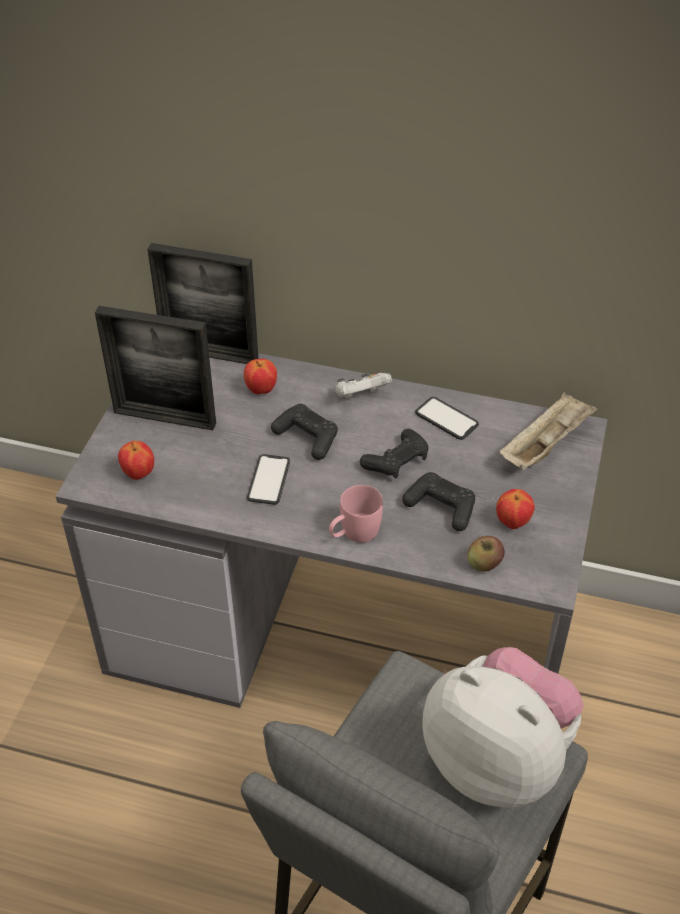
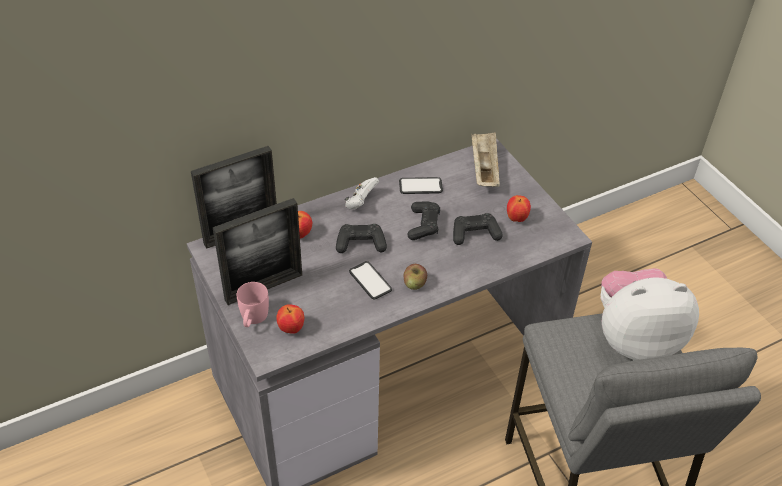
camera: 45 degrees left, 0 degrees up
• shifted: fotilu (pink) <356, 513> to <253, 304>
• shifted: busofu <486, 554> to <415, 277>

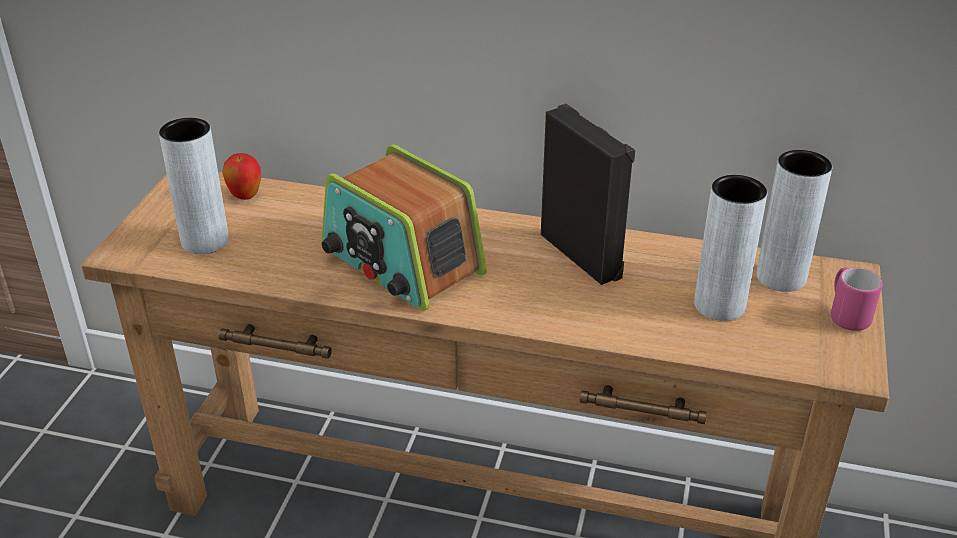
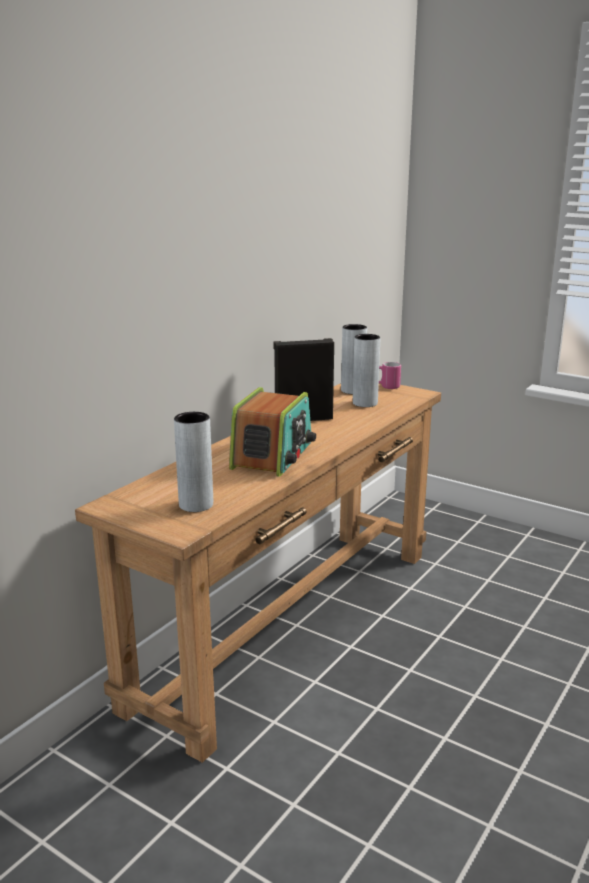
camera: 70 degrees left, 15 degrees down
• rotated: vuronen <404, 227> = <272, 432> 45 degrees counterclockwise
• gone: busofu <241, 176>

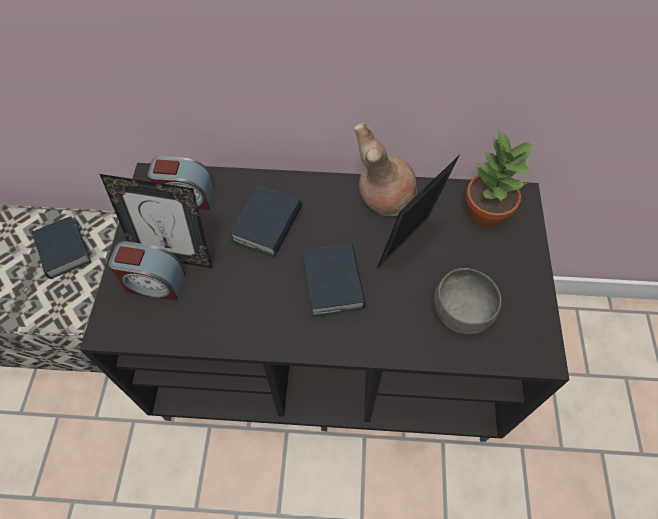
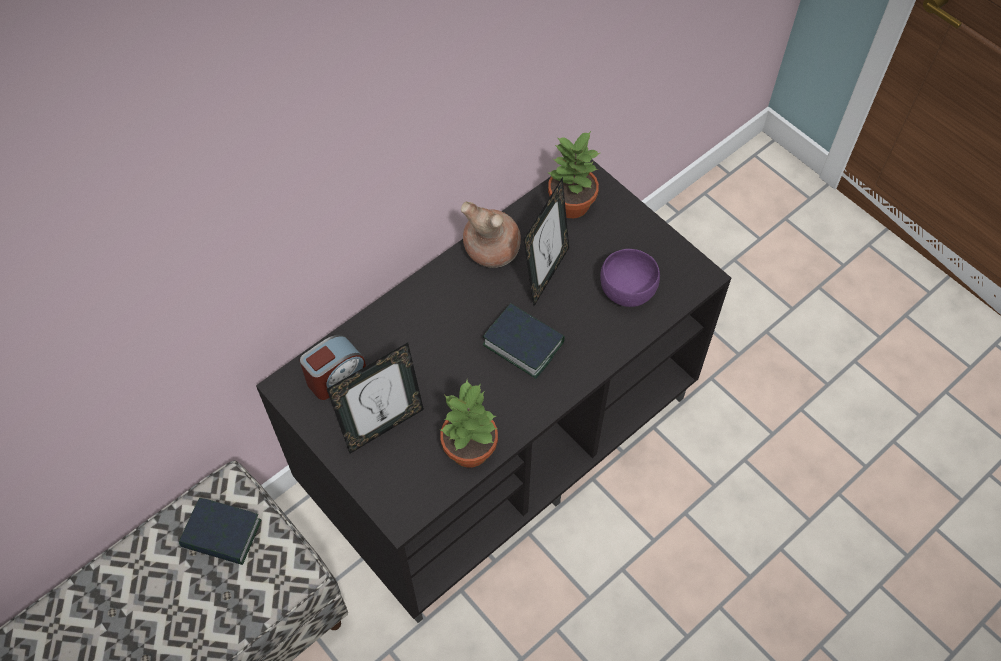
camera: 45 degrees left, 0 degrees up
• new: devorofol <469, 424>
• rotated: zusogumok <418, 211> = <546, 241> 150 degrees counterclockwise
• repainted: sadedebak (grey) <468, 301> to sadedebak (purple) <630, 278>
• gone: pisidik <147, 270>
• gone: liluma <266, 221>

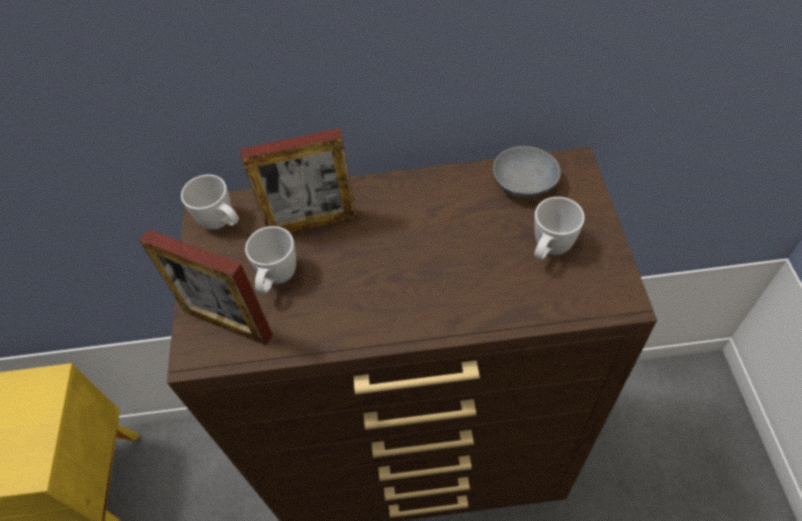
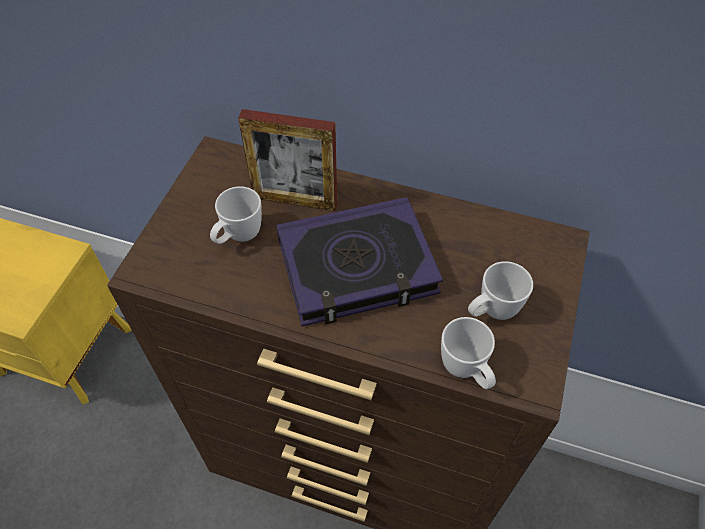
camera: 20 degrees right, 0 degrees up
• new: liluma <359, 261>
• shifted: fotilu (white) <210, 202> to <468, 353>
• gone: zusogumok <206, 287>
• gone: sadedebak (grey) <527, 172>

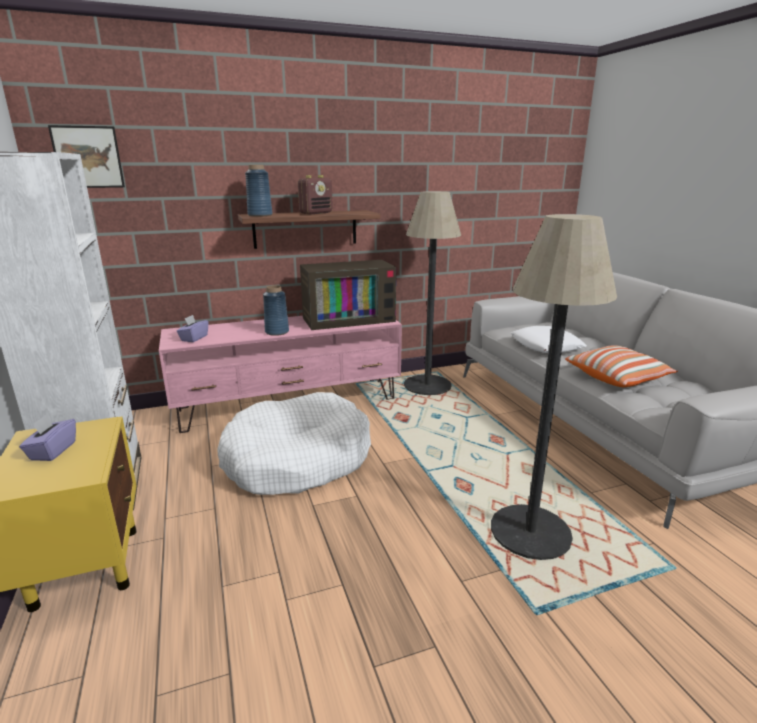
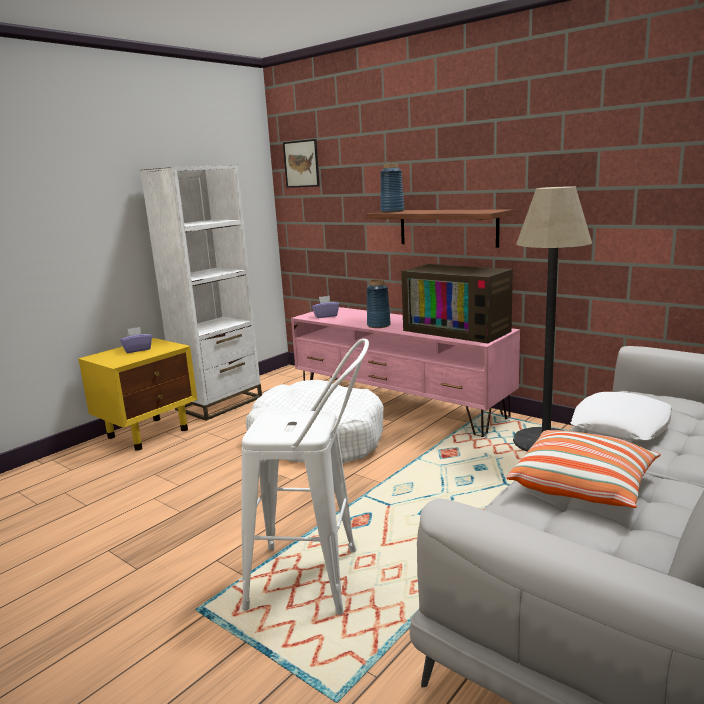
camera: 60 degrees right, 5 degrees down
• swapped: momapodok <554, 387> to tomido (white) <305, 477>
• gone: vuronen <315, 194>

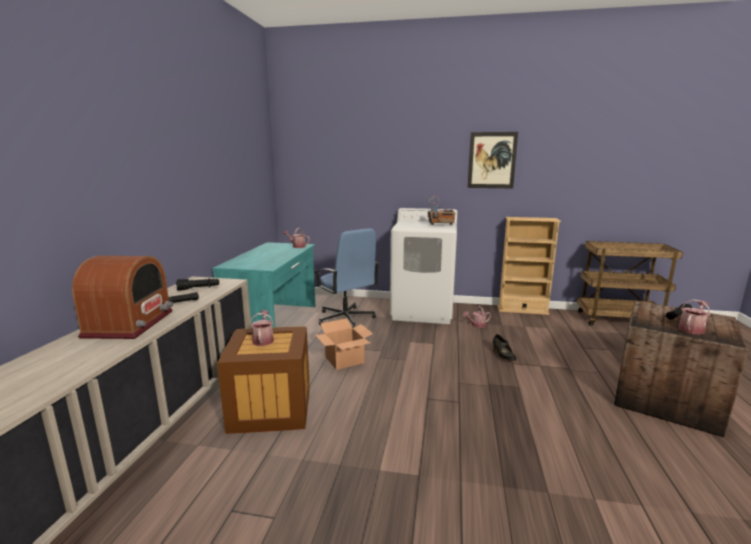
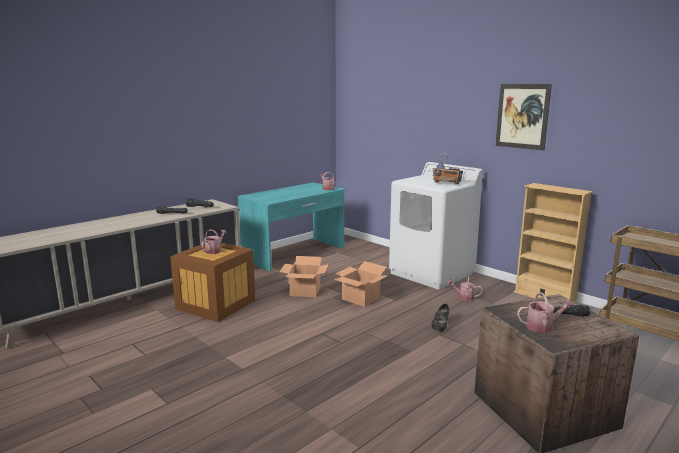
camera: 35 degrees right, 0 degrees up
• new: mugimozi <360, 284>
• gone: vuronen <122, 297>
• gone: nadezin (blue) <346, 278>

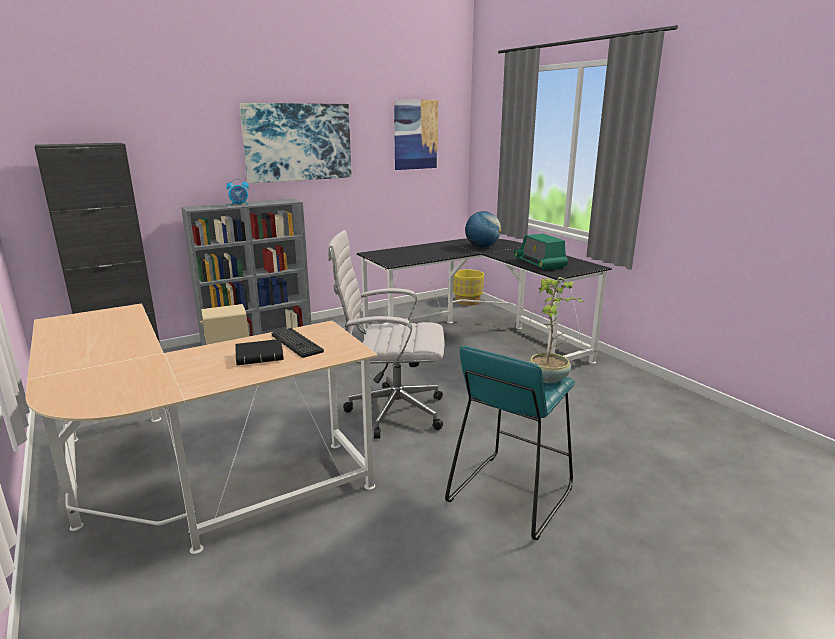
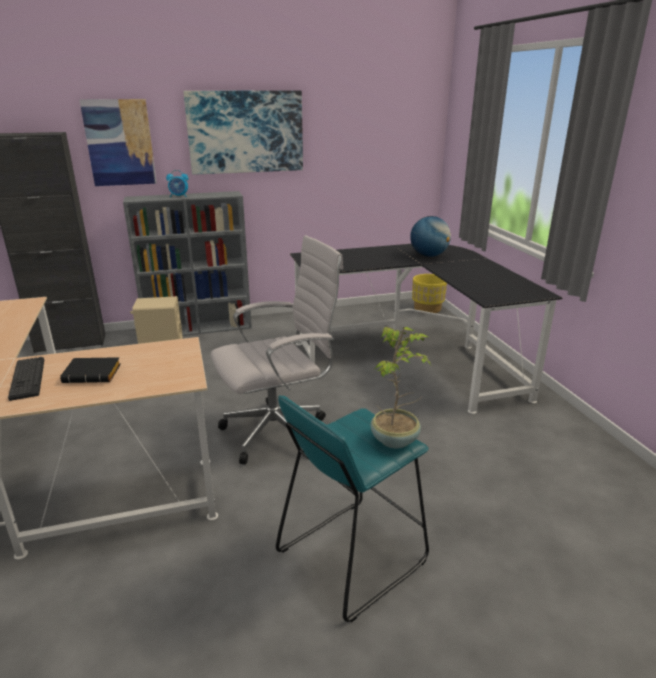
camera: 15 degrees right, 5 degrees up
• shifted: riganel <298, 343> to <26, 379>
• shifted: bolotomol <416, 134> to <118, 142>
• rotated: nadezin (white) <386, 334> = <277, 349> 135 degrees clockwise
• gone: vuronen <541, 252>

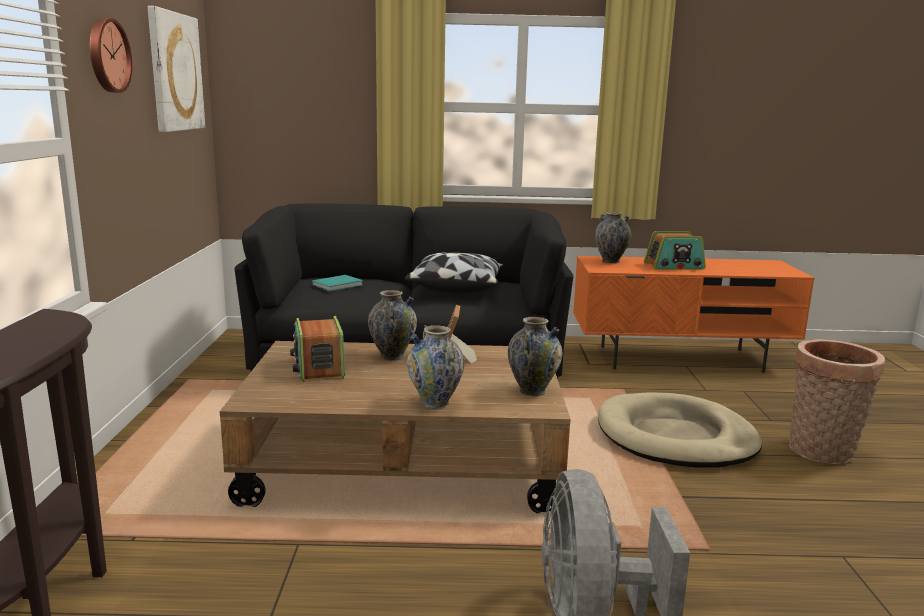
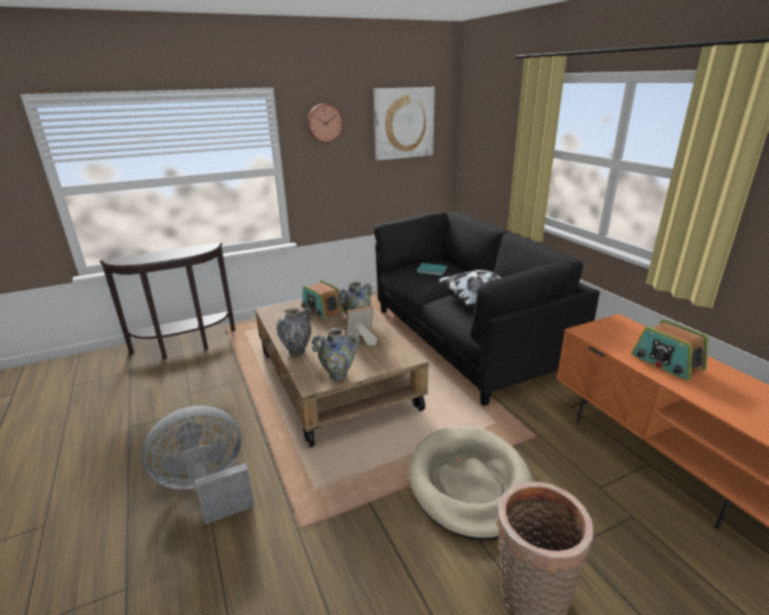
camera: 65 degrees right, 10 degrees up
• rotated: vuronen <317, 349> = <322, 300> 90 degrees counterclockwise
• gone: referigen <613, 237>

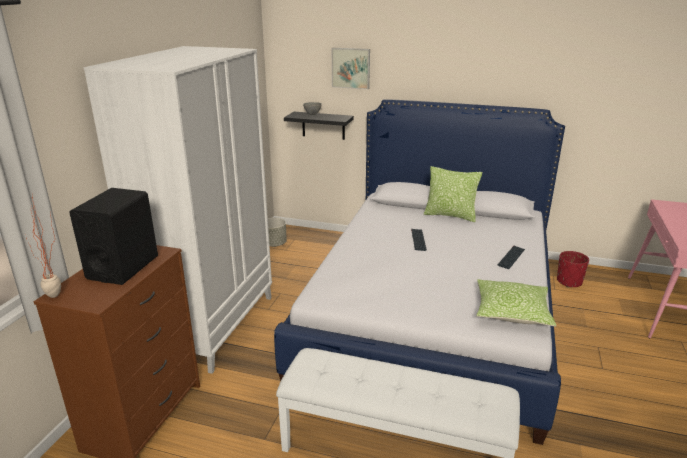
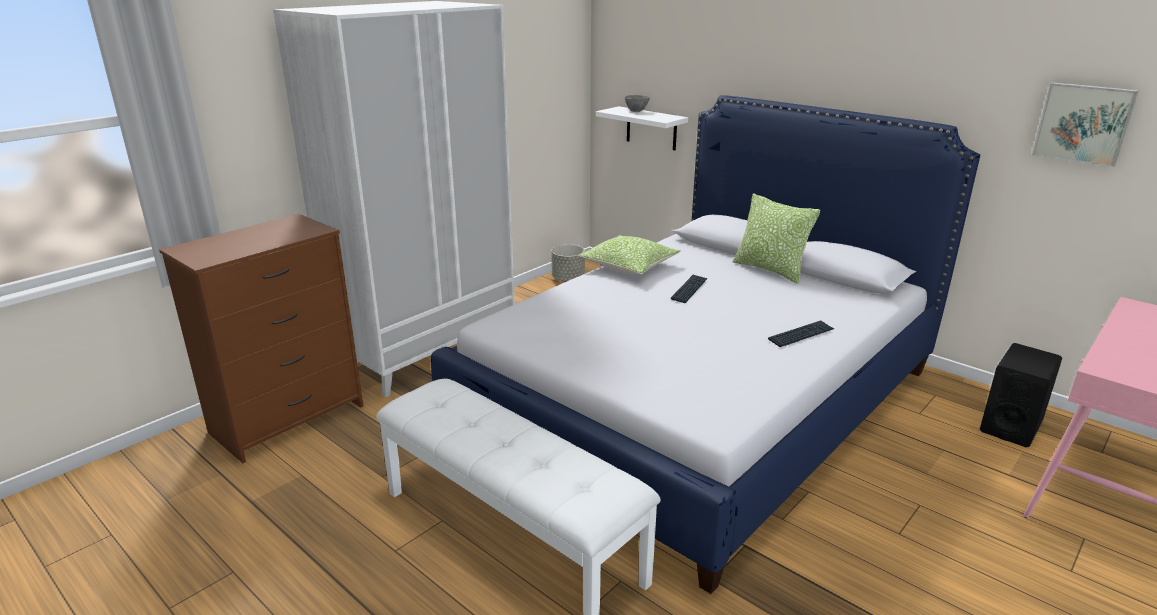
camera: 25 degrees right, 0 degrees up
• shifted: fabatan <516, 303> to <629, 254>
• repainted: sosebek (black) <319, 126> to sosebek (white) <642, 128>
• shifted: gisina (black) <113, 236> to <1021, 395>
• shifted: bolotomol <351, 68> to <1085, 124>
• gone: devorofol <43, 246>
• gone: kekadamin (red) <573, 269>

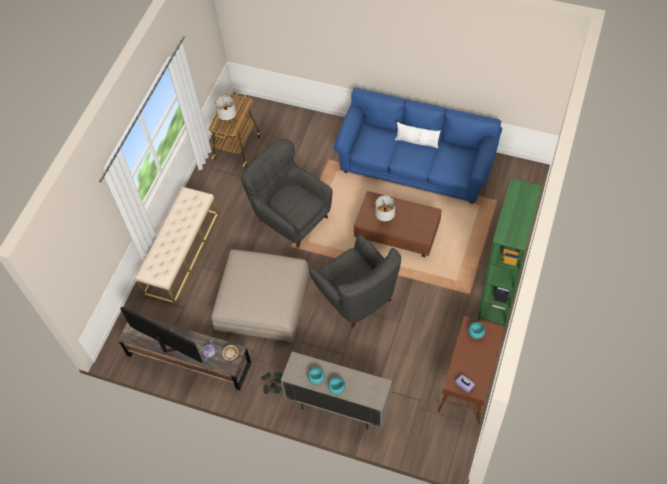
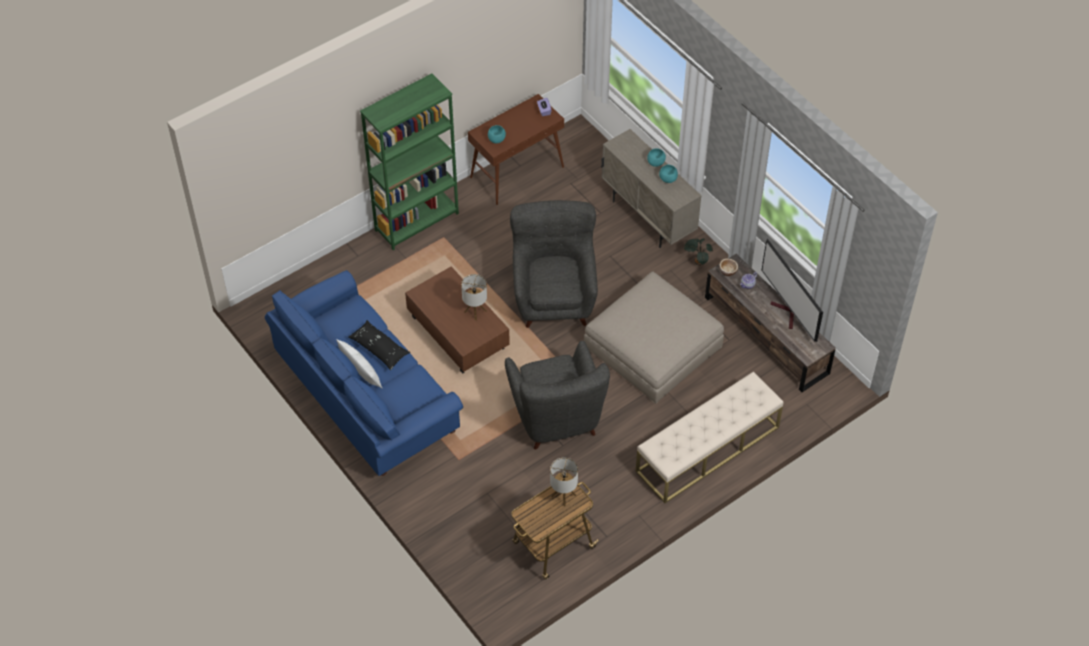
camera: 150 degrees left, 5 degrees down
• new: fabatan (black) <379, 345>

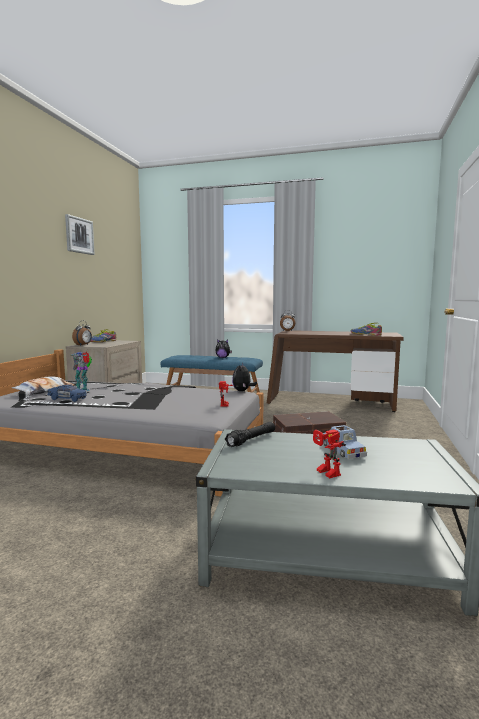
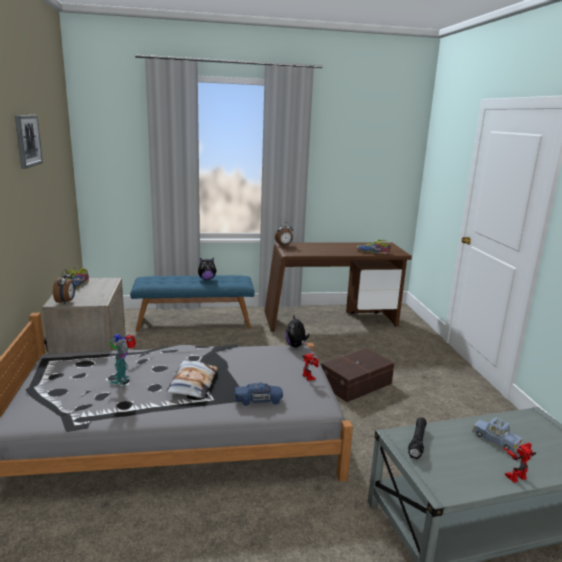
camera: 25 degrees left, 10 degrees up
• shifted: fabatan <43, 385> to <192, 379>
• shifted: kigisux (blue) <67, 393> to <258, 394>
• rotated: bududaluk <329, 453> = <519, 463> 120 degrees clockwise

